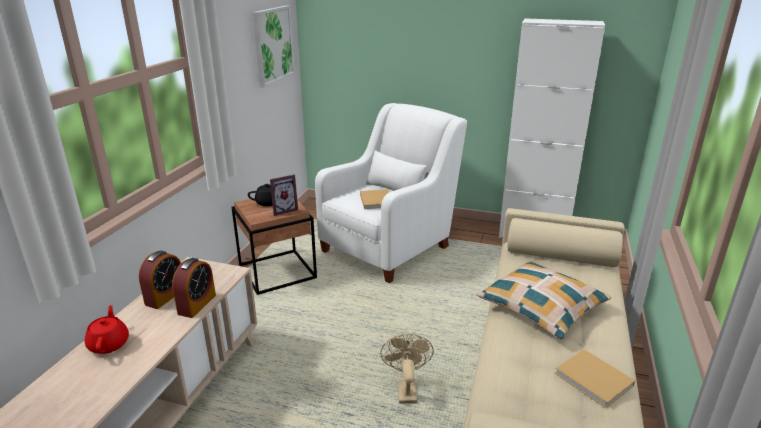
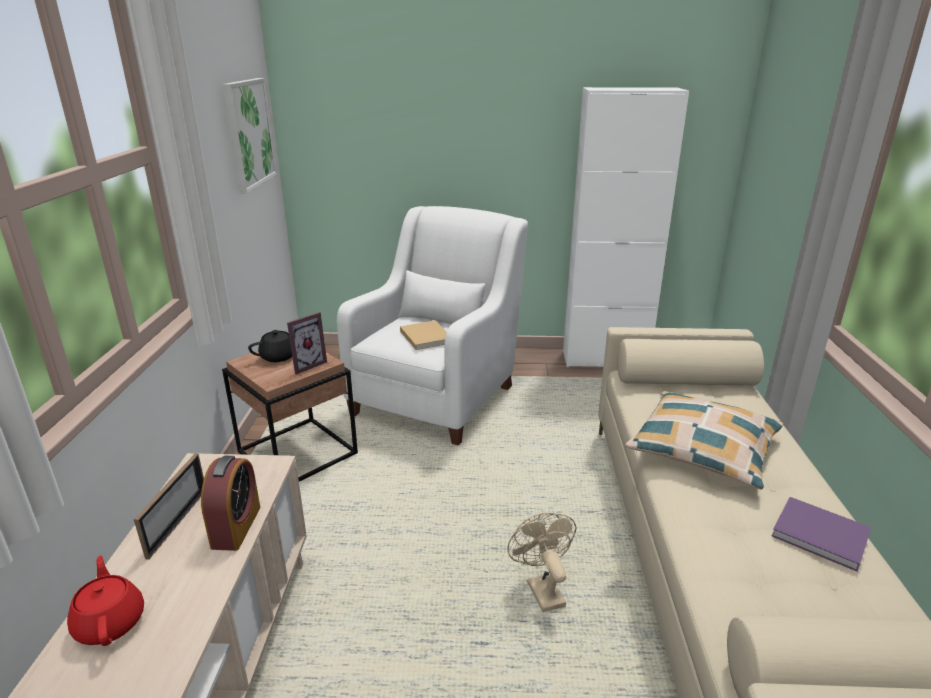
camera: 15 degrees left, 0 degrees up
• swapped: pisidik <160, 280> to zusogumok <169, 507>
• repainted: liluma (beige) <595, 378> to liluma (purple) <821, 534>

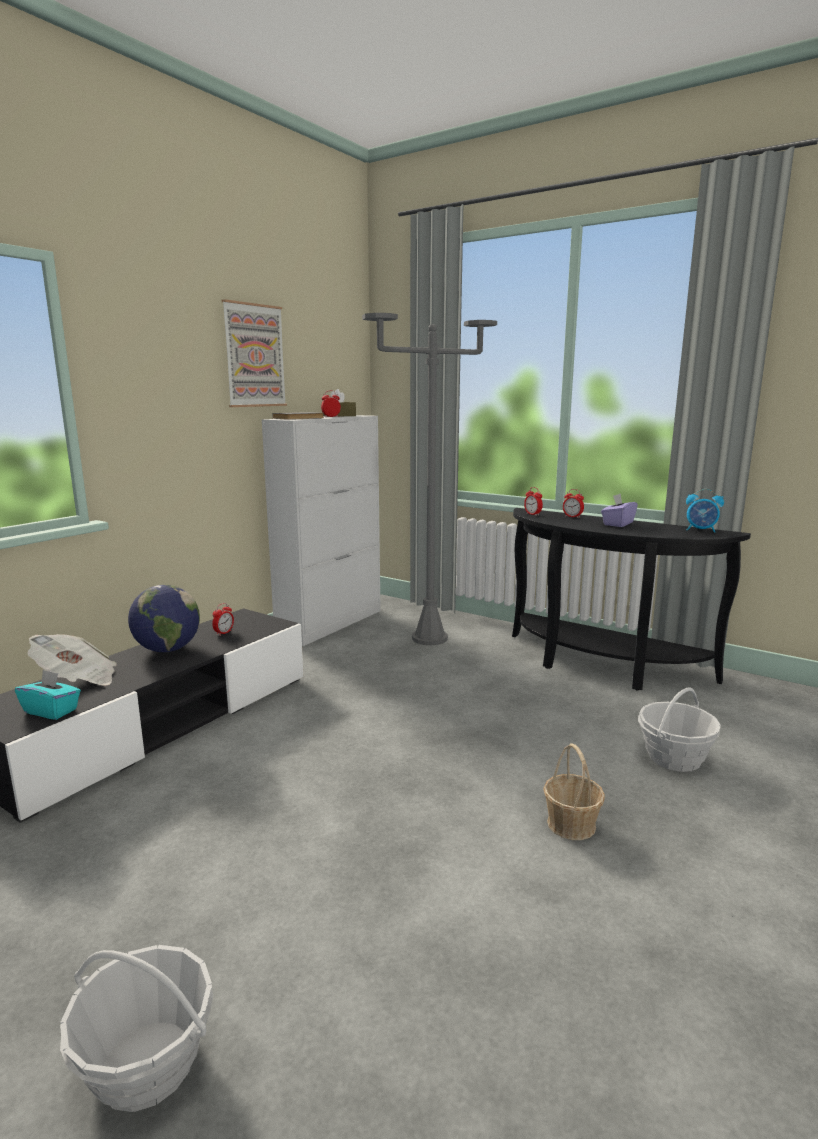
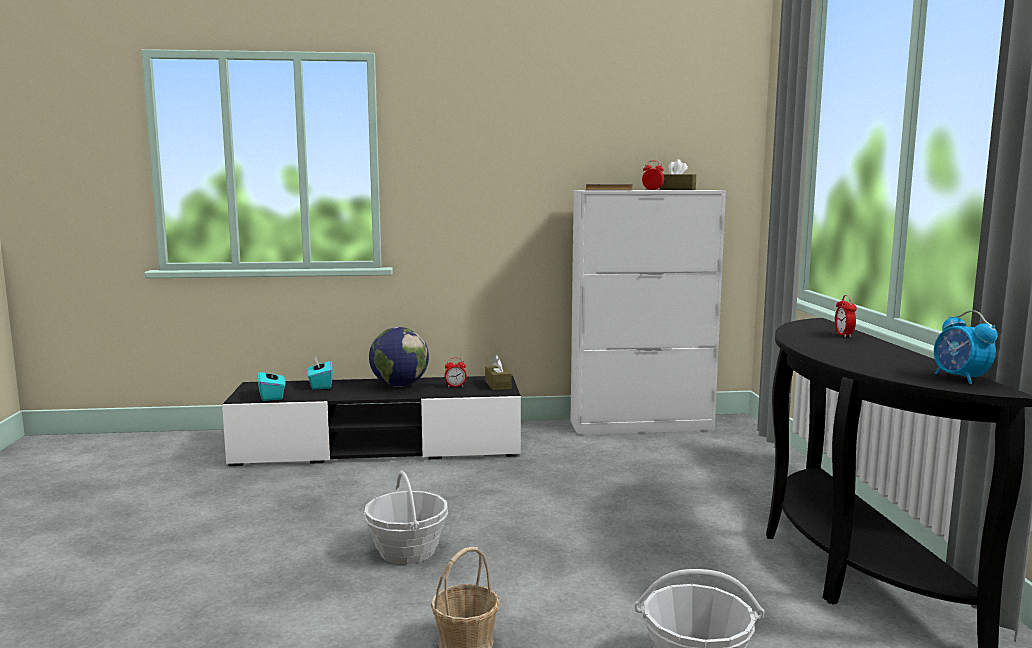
camera: 50 degrees right, 5 degrees down
• swapped: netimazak <72, 660> to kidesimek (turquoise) <320, 373>
• shifted: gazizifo <136, 1028> to <406, 517>
• new: kidesimek (brown) <498, 372>
• gone: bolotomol <254, 353>
• gone: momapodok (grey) <429, 479>
• gone: pisidik <533, 501>
• gone: kidesimek (purple) <619, 510>

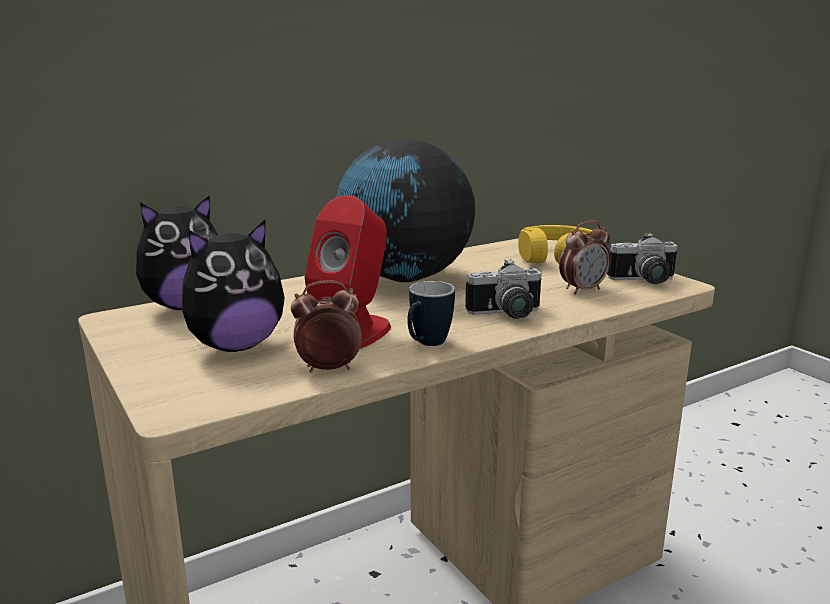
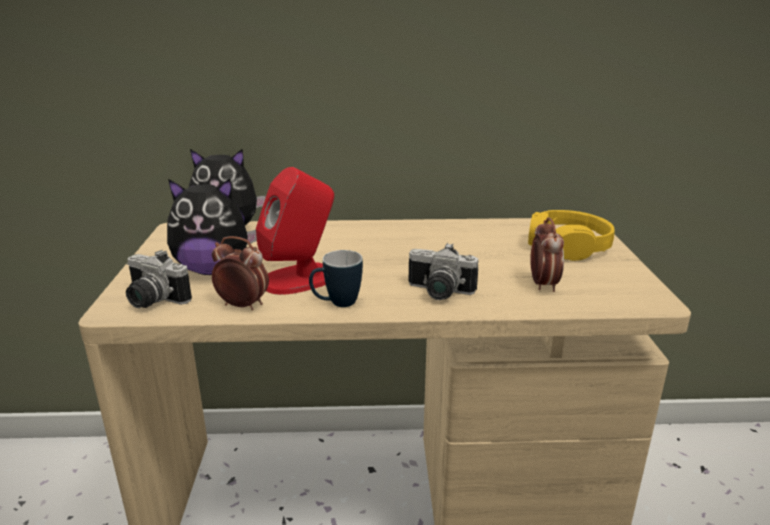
camera: 30 degrees right, 5 degrees up
• shifted: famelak <642, 258> to <159, 279>
• rotated: pisidik <584, 257> = <547, 254> 90 degrees counterclockwise
• gone: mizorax <405, 210>

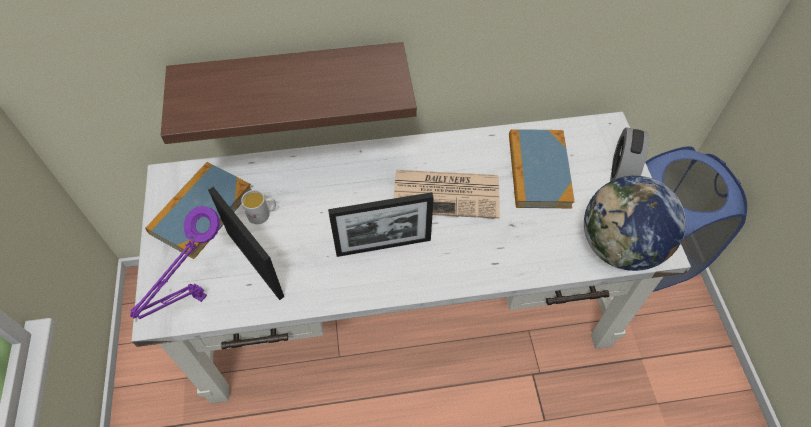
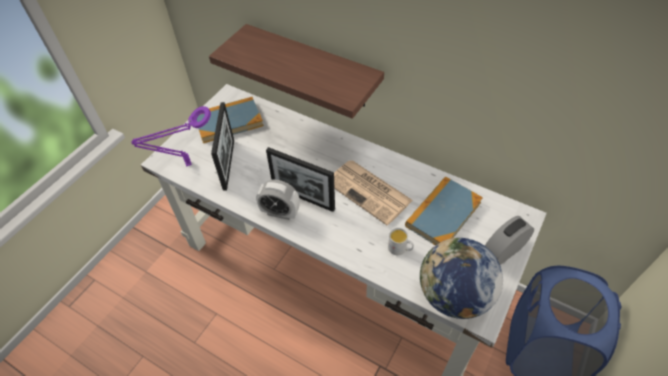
camera: 40 degrees right, 5 degrees down
• new: pisidik <278, 199>
• shifted: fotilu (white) <258, 207> to <401, 241>

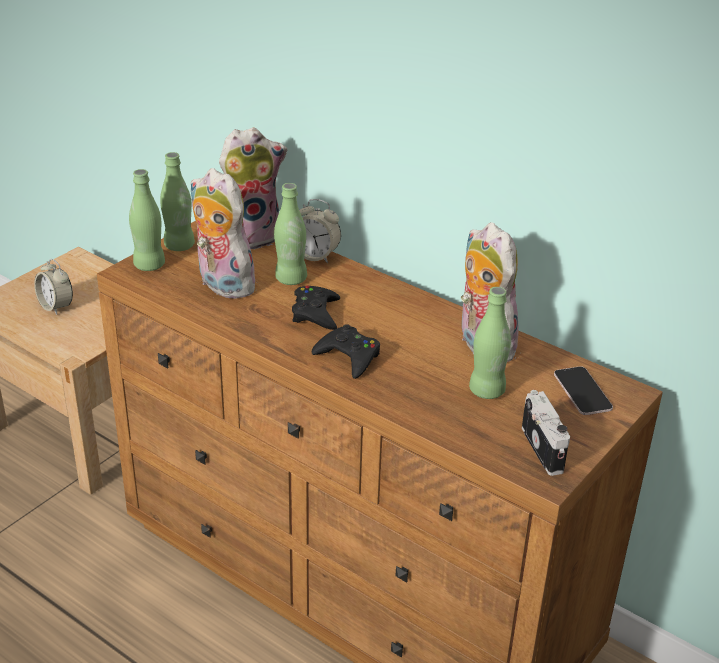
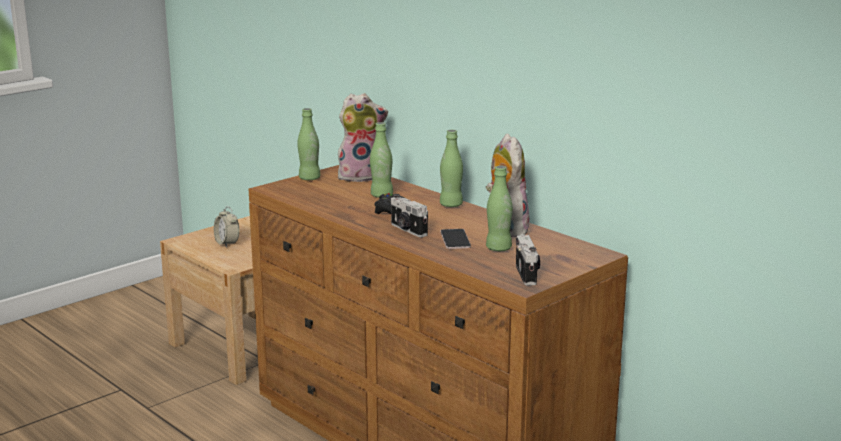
camera: 10 degrees right, 15 degrees down
• swapped: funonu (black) <346, 351> to famelak <409, 215>
• shifted: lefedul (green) <147, 220> to <451, 168>
• shifted: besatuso <583, 390> to <455, 239>
• gone: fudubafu <226, 233>
• gone: pisidik <320, 231>

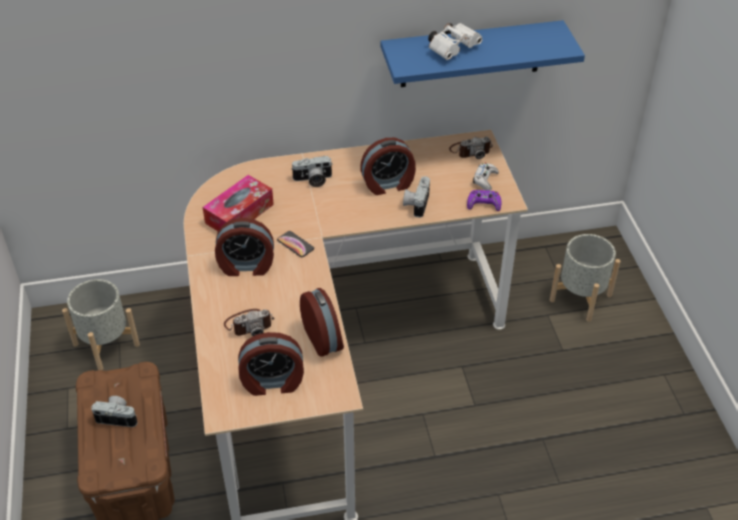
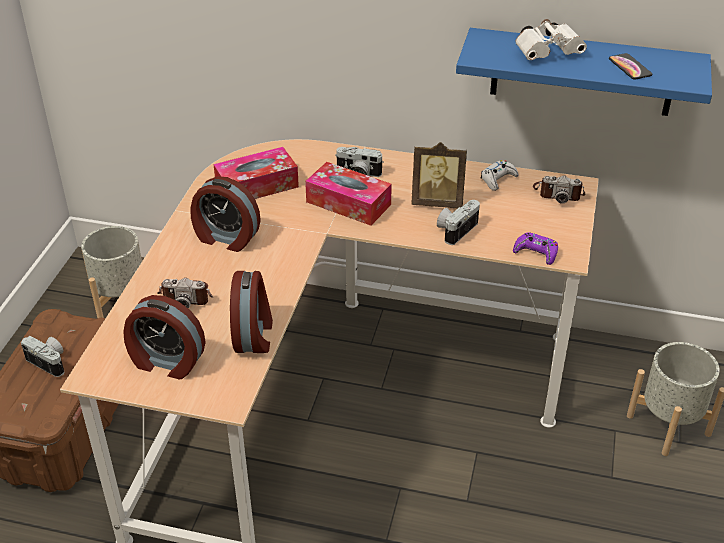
camera: 25 degrees right, 5 degrees down
• new: kidesimek <348, 194>
• swapped: pisidik <388, 166> to zusogumok <439, 175>
• shifted: funonu (white) <486, 177> to <499, 175>
• shifted: besatuso <295, 244> to <630, 66>

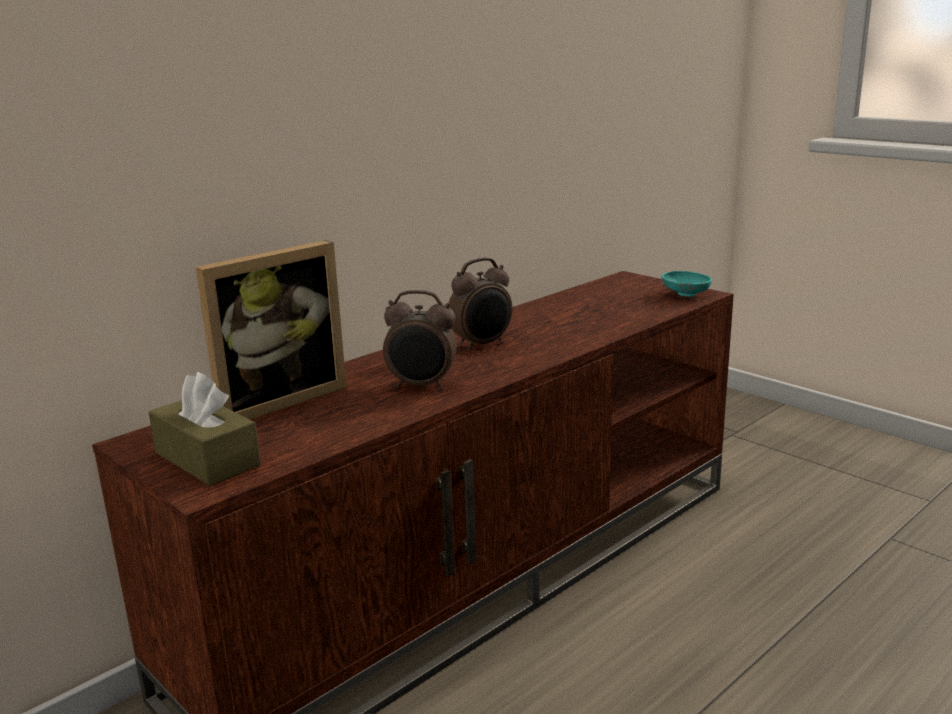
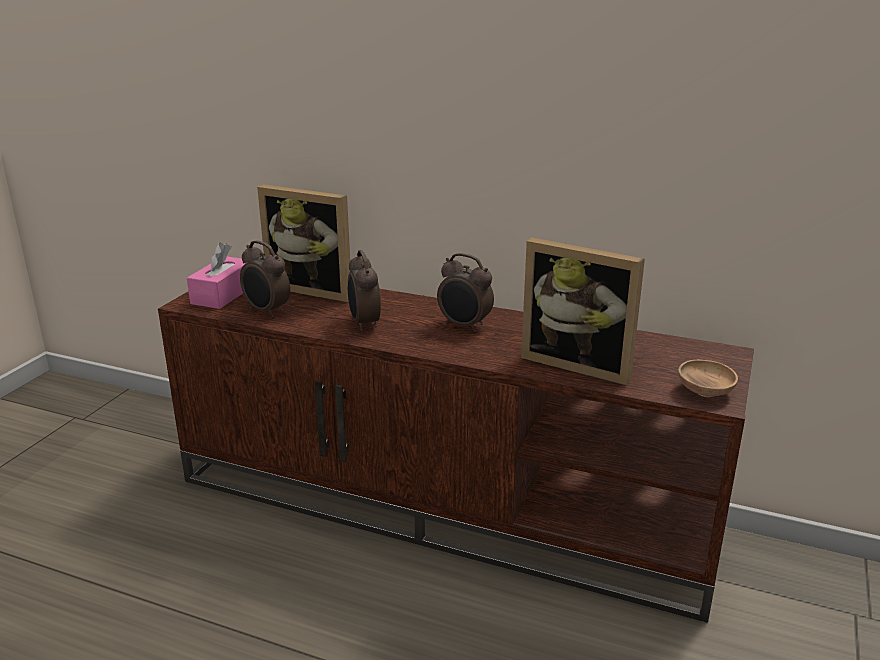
camera: 65 degrees right, 5 degrees up
• repainted: kidesimek (brown) <205, 429> to kidesimek (pink) <217, 276>
• new: pisidik <265, 279>
• new: zusogumok <583, 312>
• repainted: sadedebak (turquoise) <686, 284> to sadedebak (brown) <708, 378>

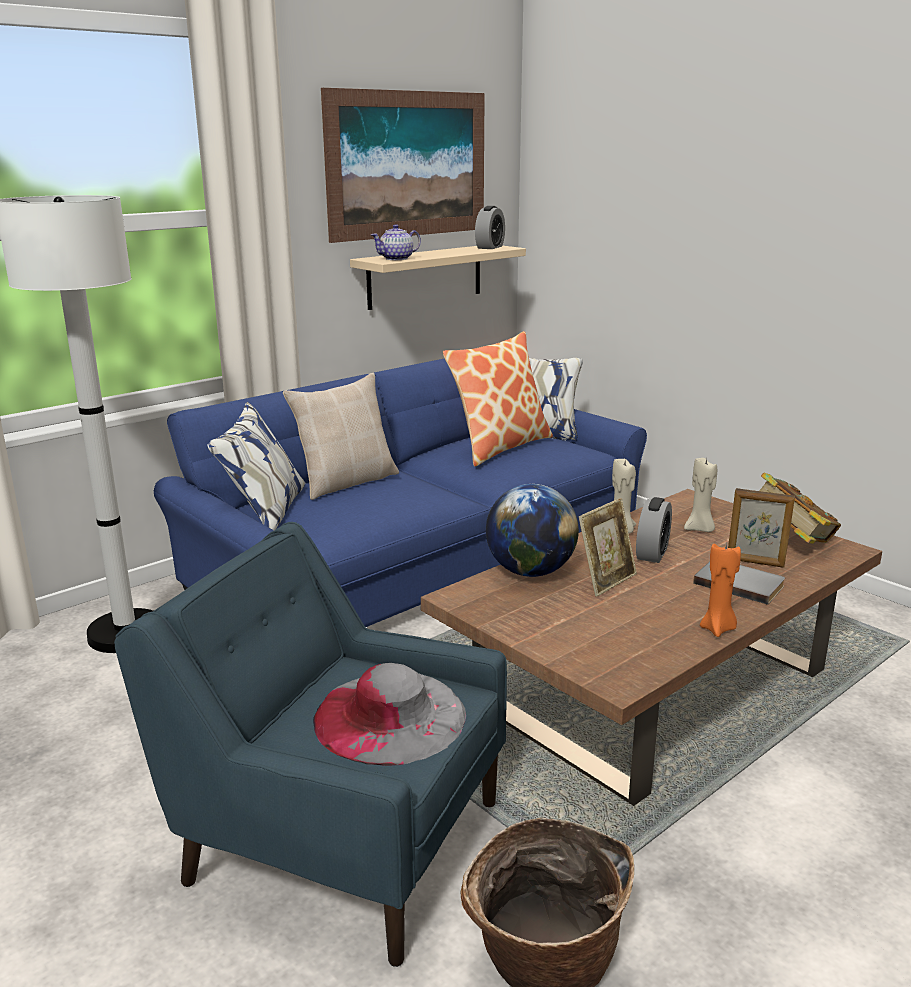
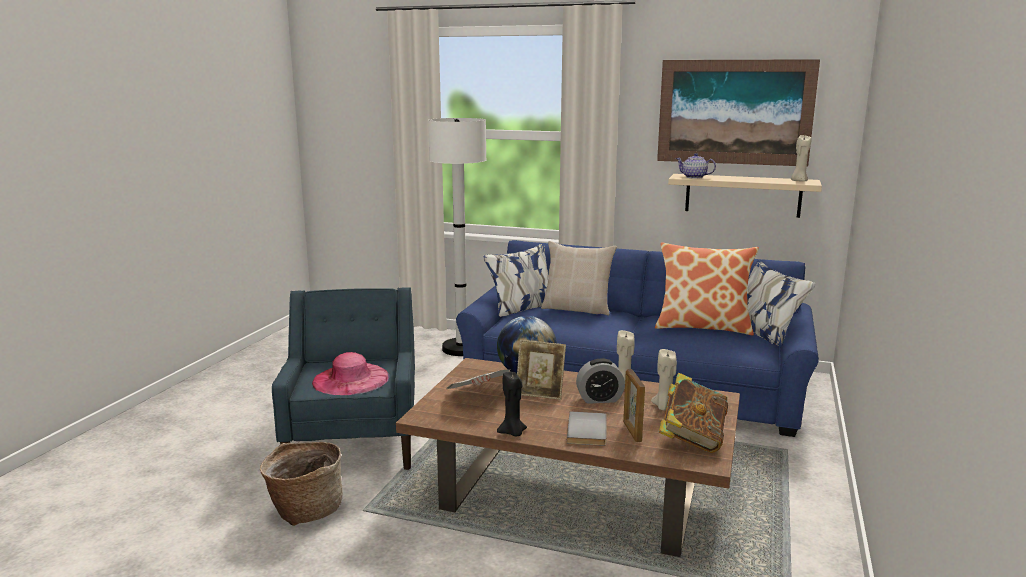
camera: 60 degrees right, 5 degrees down
• repainted: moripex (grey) <389, 714> to moripex (pink) <351, 373>
• new: netimazak <478, 379>
• repainted: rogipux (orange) <720, 590> to rogipux (black) <512, 404>
• swapped: pisidik <490, 227> to rogipux (beige) <801, 158>

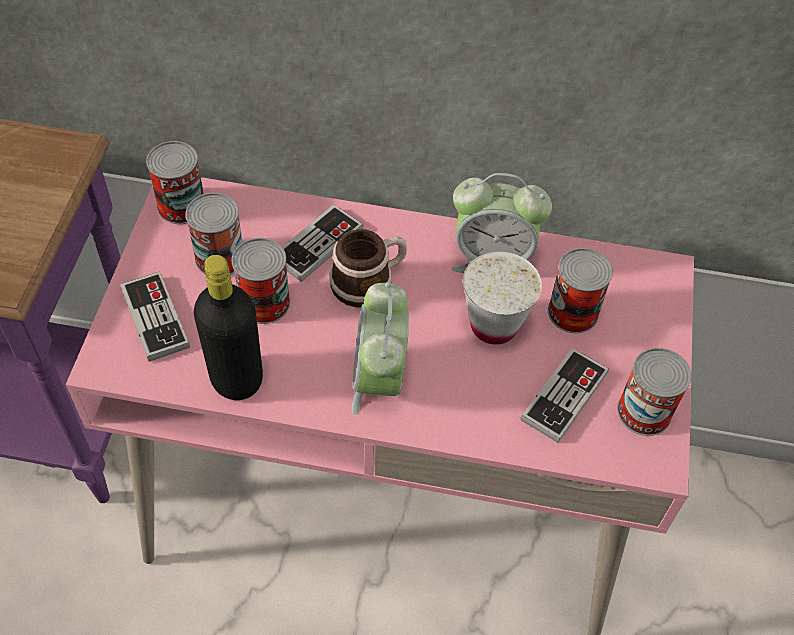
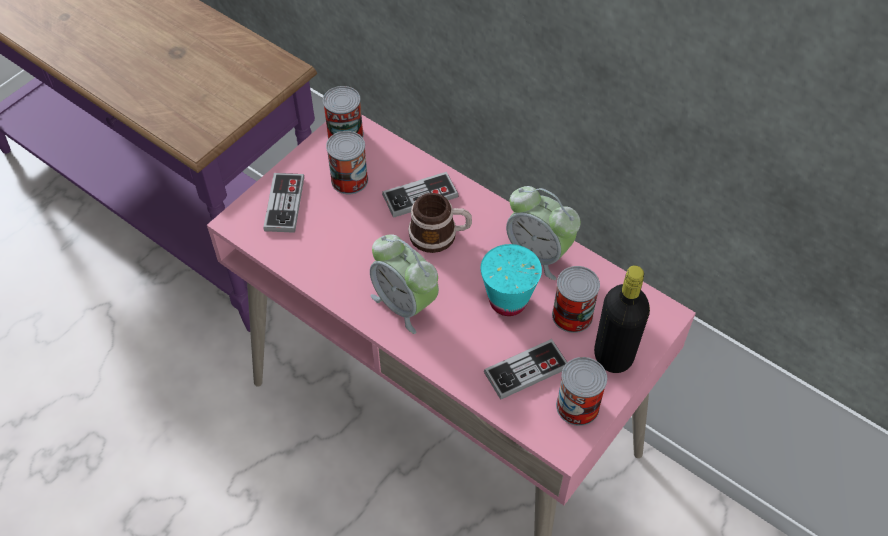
camera: 30 degrees right, 0 degrees up
• rotated: pisidik <380, 348> = <404, 284> 75 degrees counterclockwise
• repainted: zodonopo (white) <502, 298> to zodonopo (turquoise) <511, 280>
• shifted: lefedul (black) <228, 327> to <622, 319>
• gone: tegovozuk <261, 281>

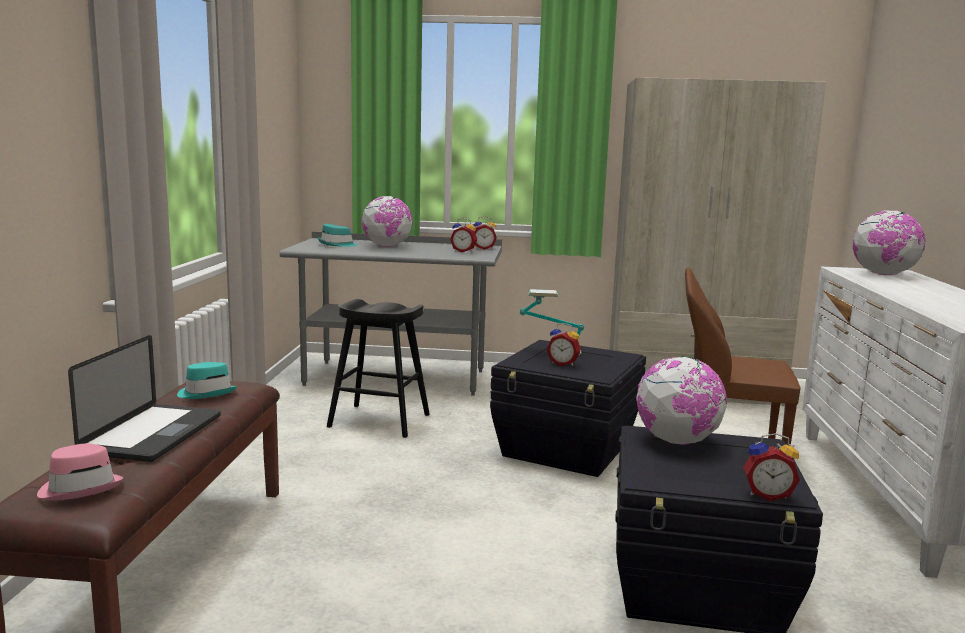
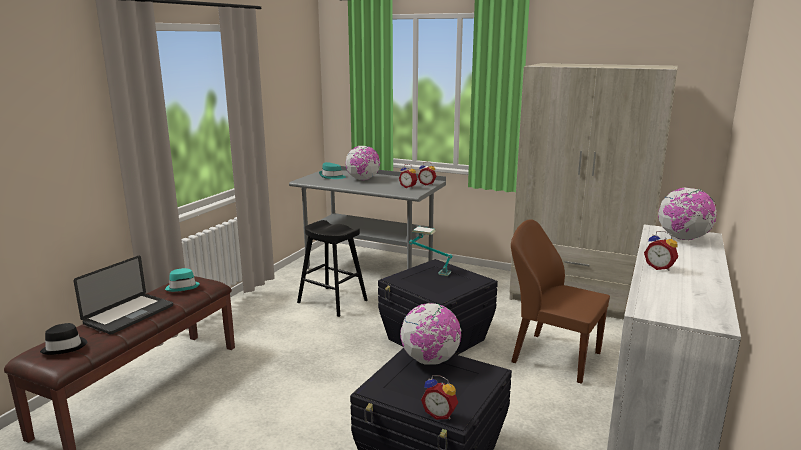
camera: 20 degrees right, 5 degrees up
• repainted: moripex (pink) <80, 472> to moripex (black) <63, 339>
• shifted: pisidik <563, 344> to <661, 251>

